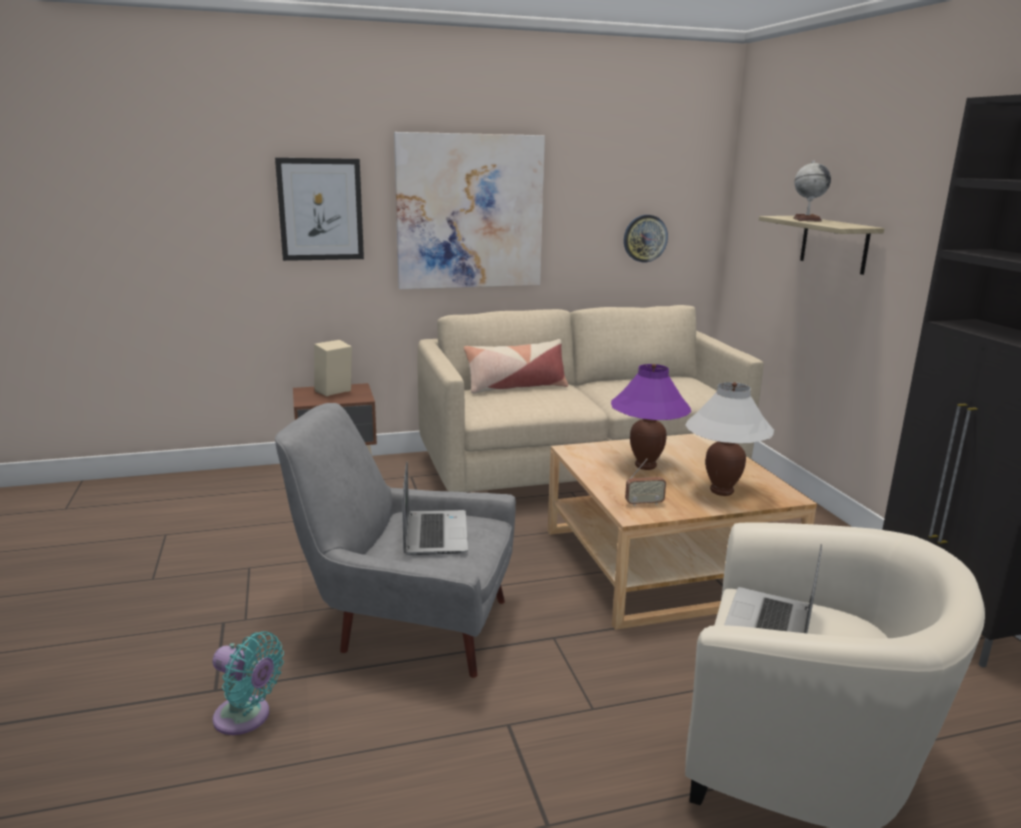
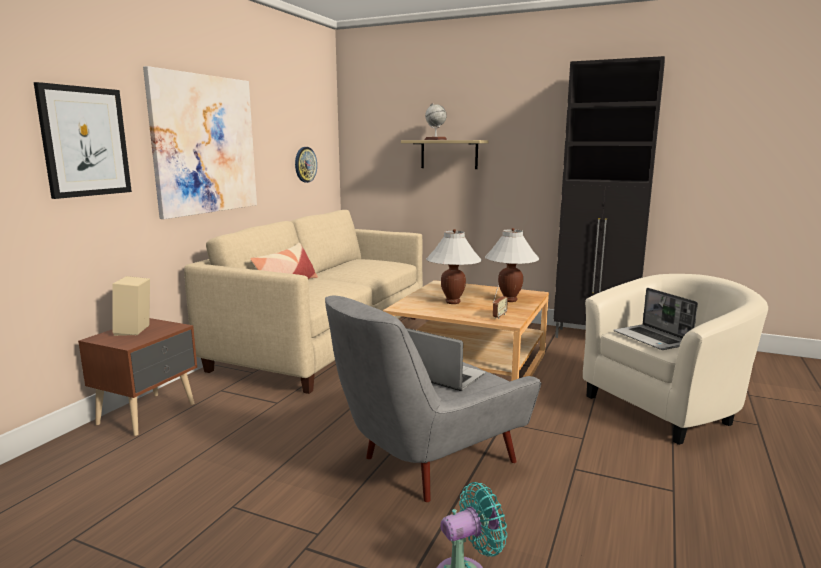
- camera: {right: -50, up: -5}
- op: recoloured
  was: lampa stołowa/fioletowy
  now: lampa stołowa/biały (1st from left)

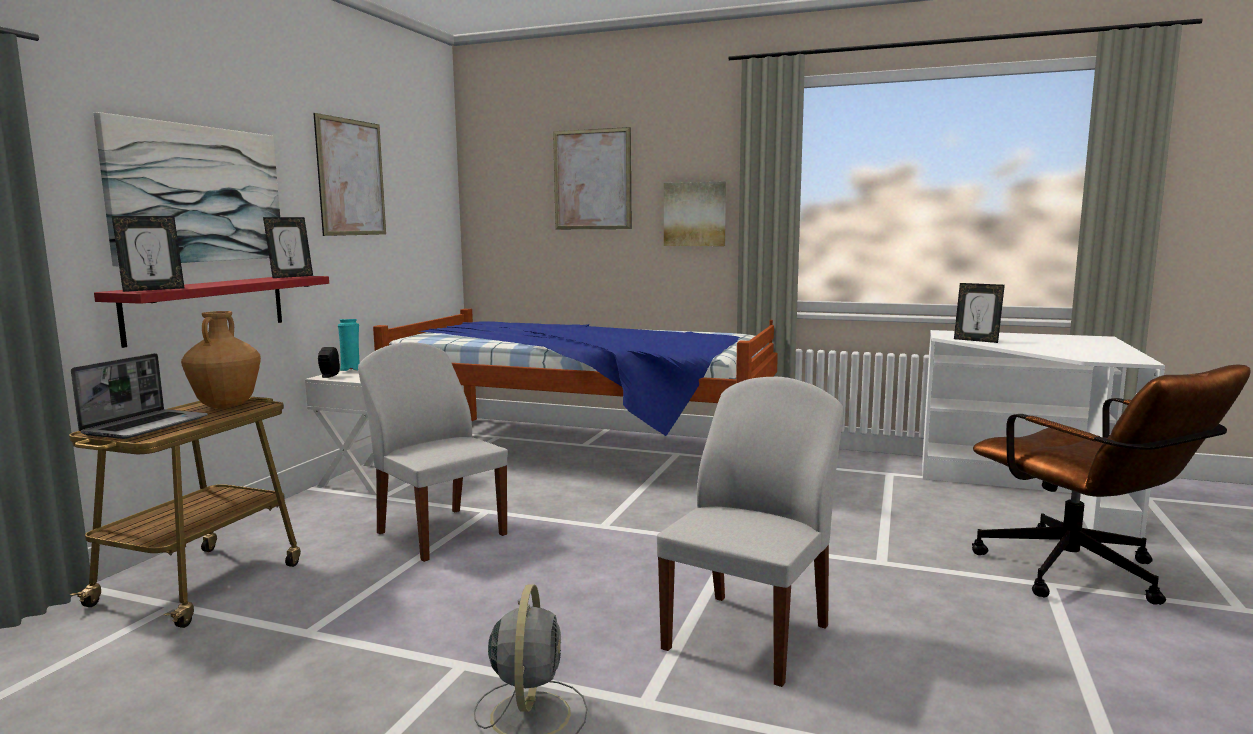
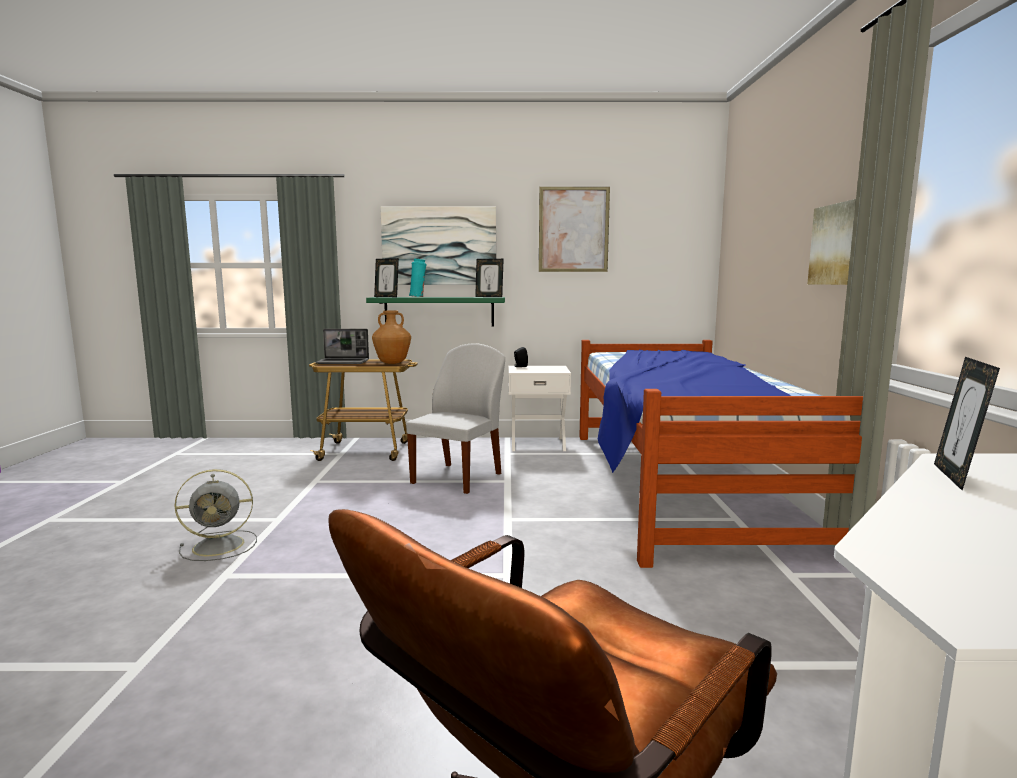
- camera: {right: 70, up: 0}
- op: removed
  was: obraz (3rd from left)
- op: removed
  was: krzesło/biały (2nd from left)
- op: moved
  was: wazon/turkusowy
- op: recoloured
  was: półka/czerwony
  now: półka/zielony

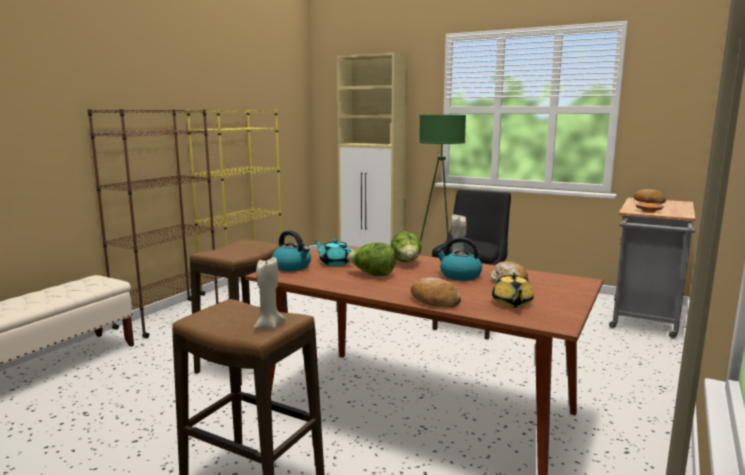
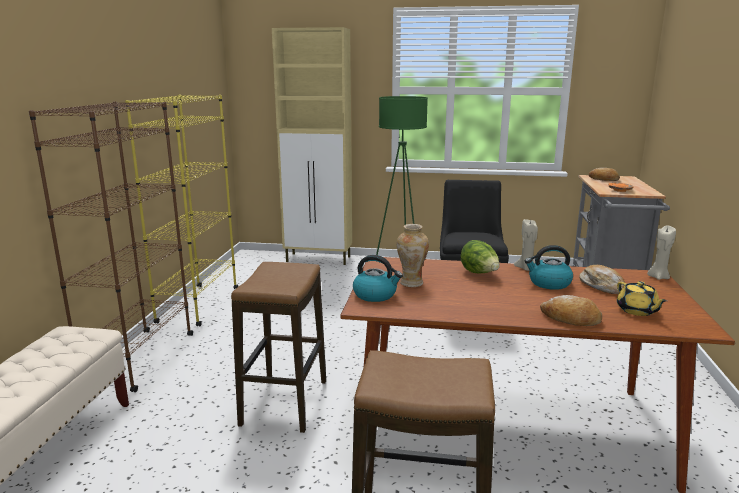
- camera: {right: -20, up: 5}
- op: removed
  was: sałata (1st from left)
- op: moved
  was: świeca/beżowy (1st from left in the first image)
  now: świeca/beżowy (2nd from left)
- op: replaced
  was: imbryk/turkusowy
  now: wazon

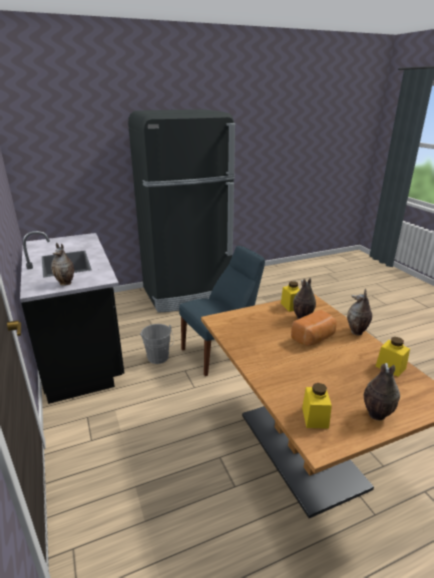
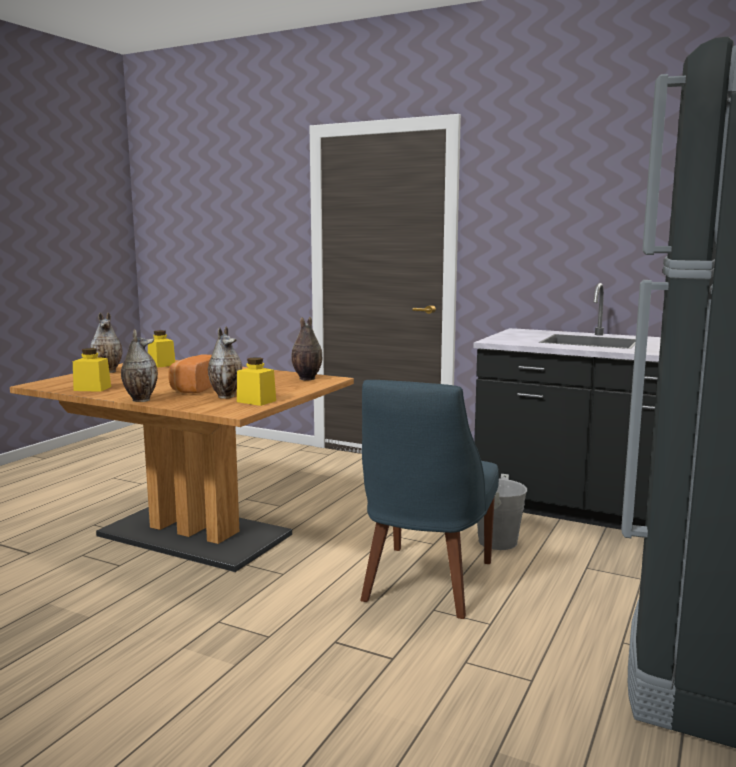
- camera: {right: 140, up: -15}
- op: moved
  was: wazon (1st from left in the first image)
  now: wazon (4th from left)

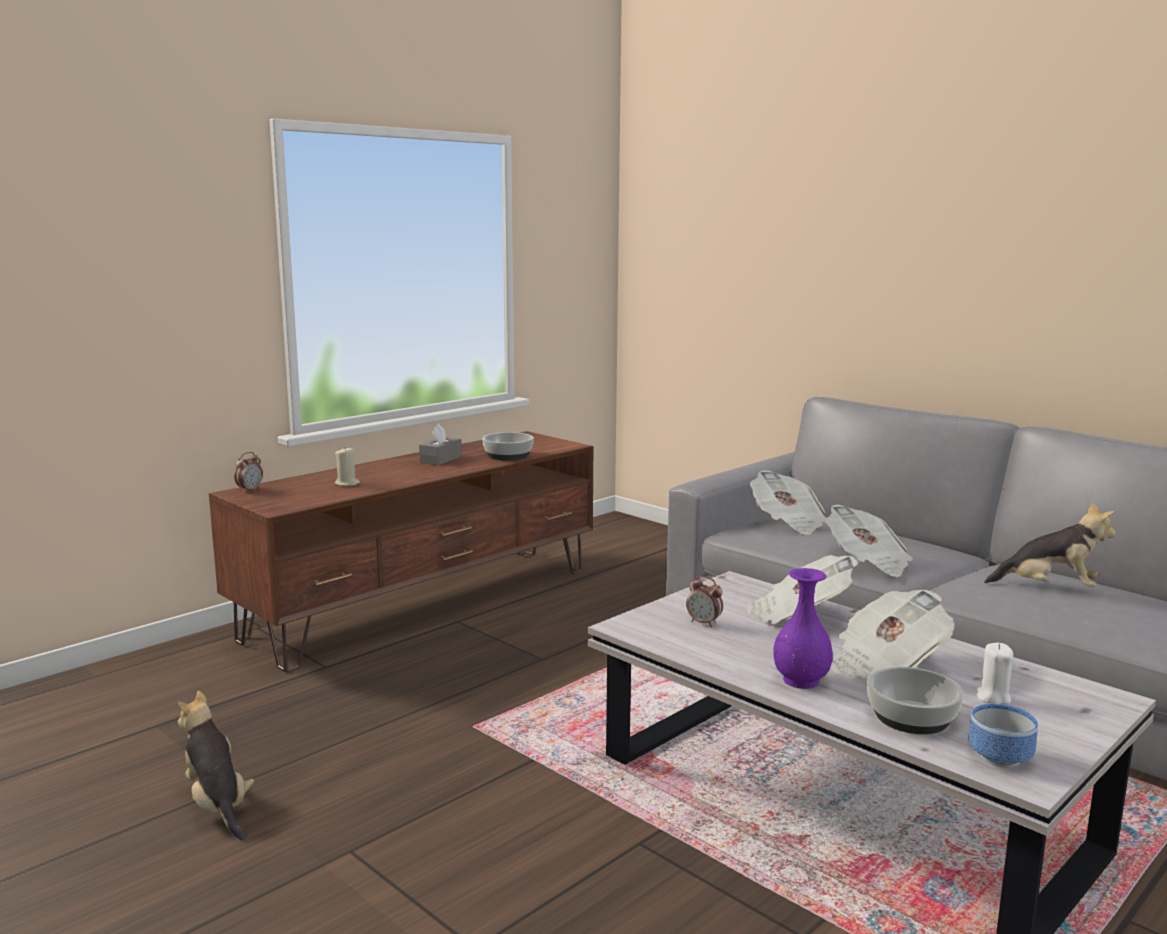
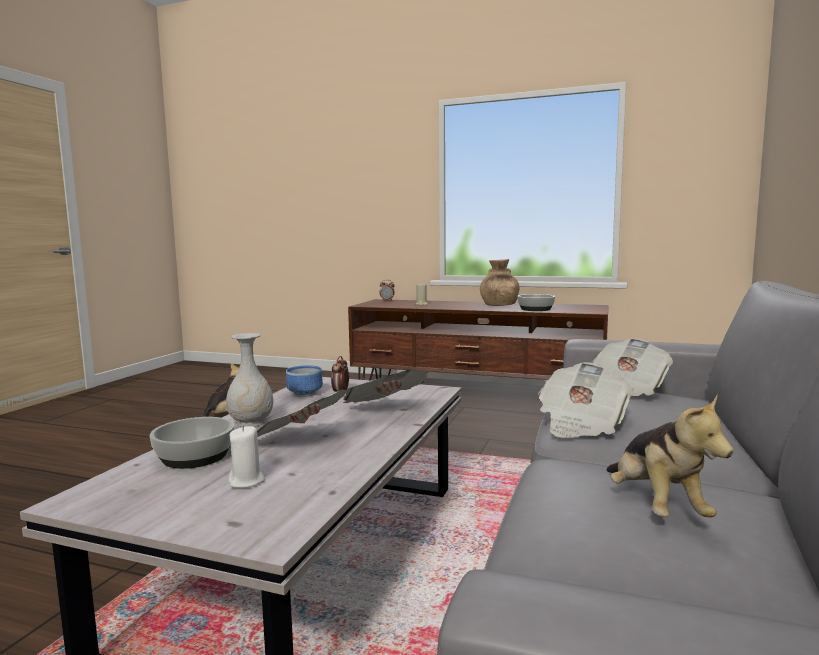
- camera: {right: 65, up: -5}
- op: moved
  was: miska (3rd from left in the first image)
  now: miska (2nd from left)
- op: replaced
  was: pudełko chusteczek/szary
  now: wazon/brązowy
- op: recoloured
  was: wazon/fioletowy
  now: wazon/biały

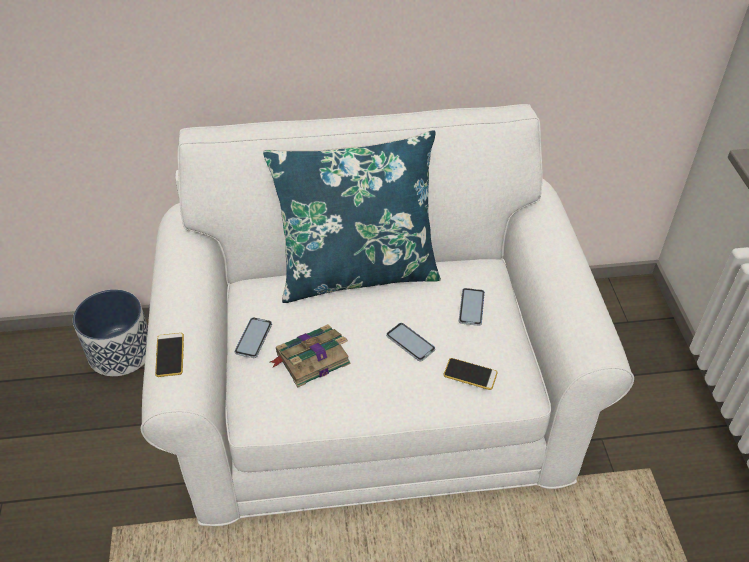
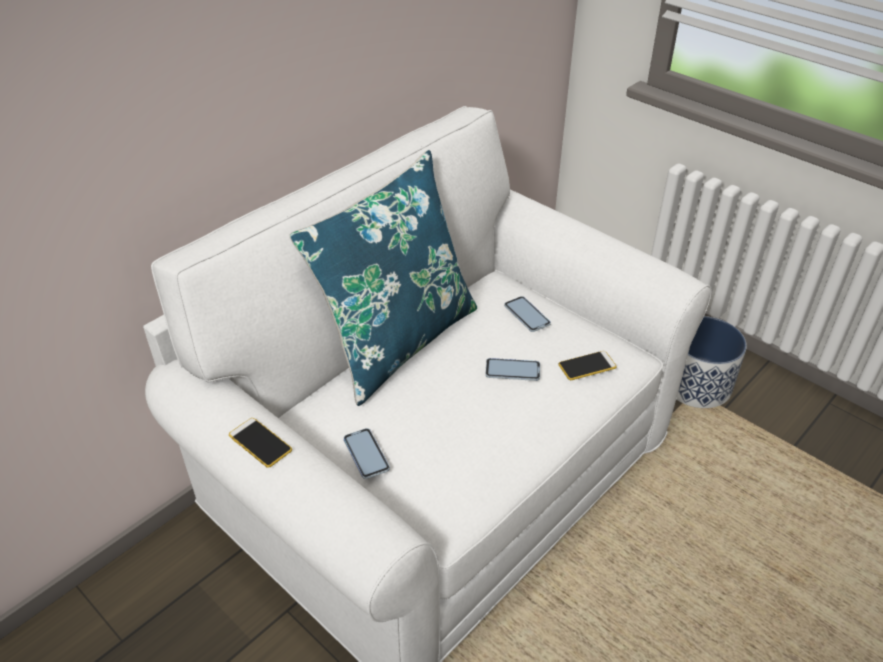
- camera: {right: -40, up: -5}
- op: removed
  was: książka
- op: moved
  was: donica
- op: moved
  was: telefon (1st from left)

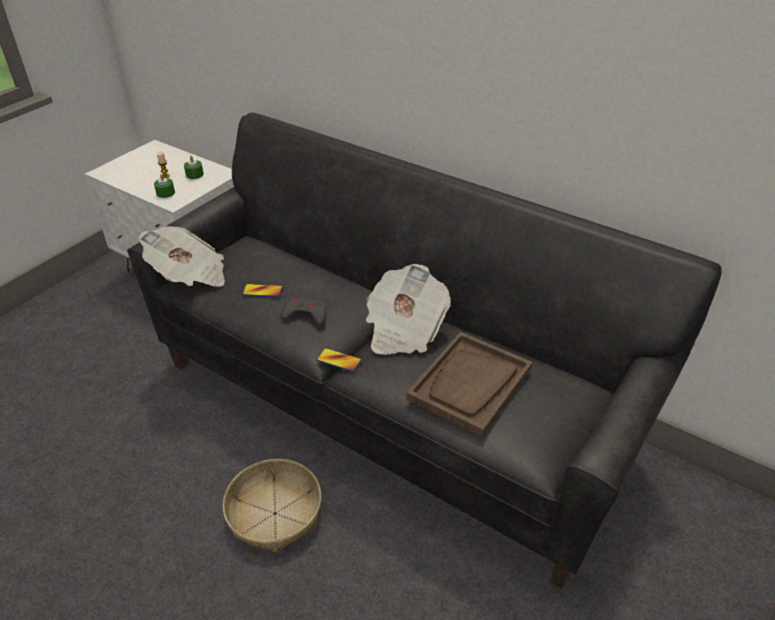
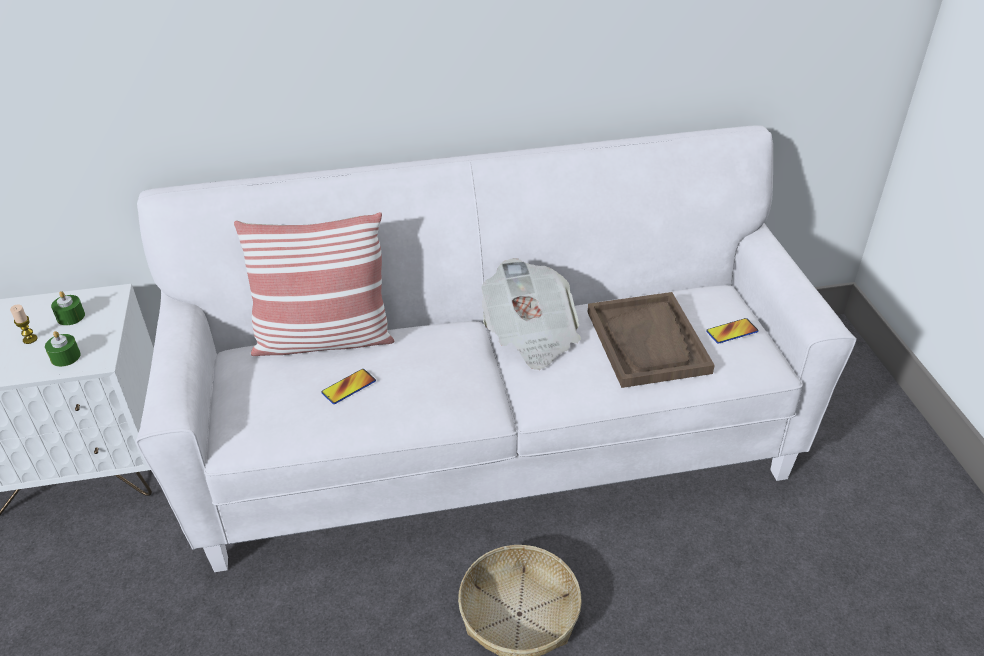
- camera: {right: -45, up: 0}
- op: removed
  was: gazeta (1st from left)
- op: removed
  was: pad do gier/szary
- op: added
  now: poduszka
- op: moved
  was: telefon (2nd from left)
- op: recoloured
  was: kanapa/czarny
  now: kanapa/biały

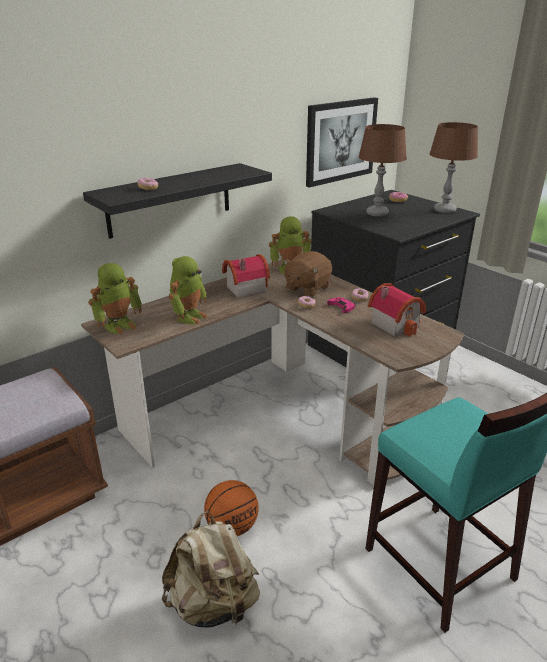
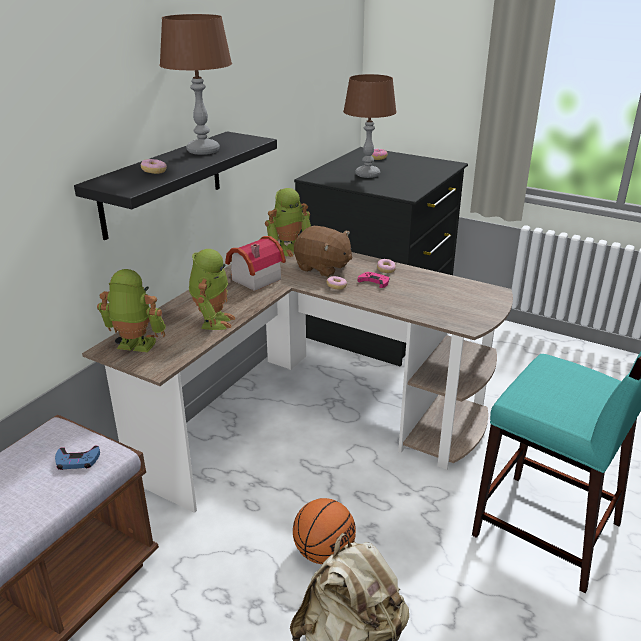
- camera: {right: -20, up: 0}
- op: removed
  was: obraz
- op: removed
  was: domek (2nd from left)
- op: added
  now: pad do gier/niebieski
- op: moved
  was: lampa stołowa/brązowy (2nd from left in the first image)
  now: lampa stołowa/brązowy (1st from left)
- op: turned
  was: robot zabawkowy (1st from left)
  clockwise: -105
- op: turned
  was: pluszak/brązowy
  clockwise: -75

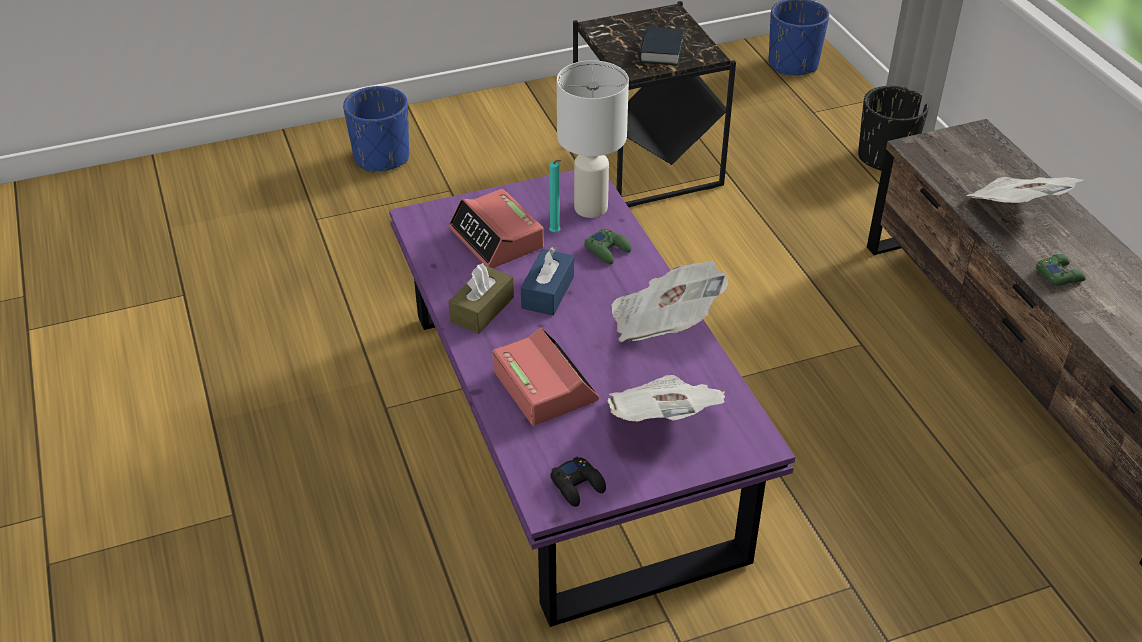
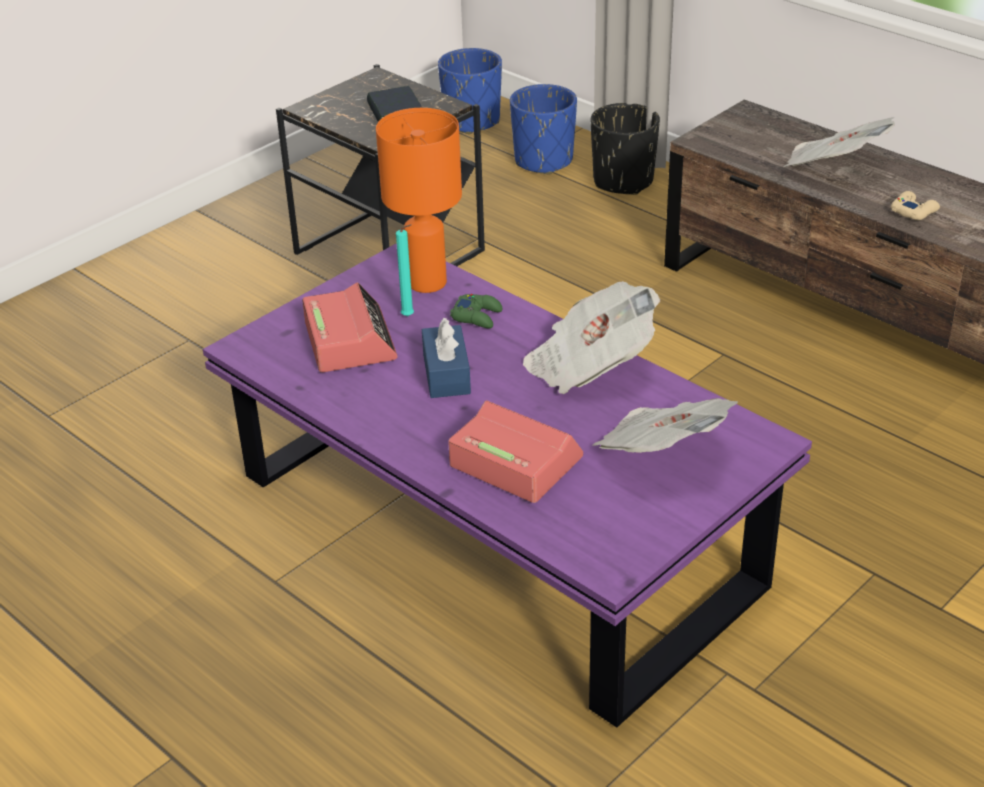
- camera: {right: -25, up: -5}
- op: removed
  was: pudełko chusteczek/brązowy
- op: removed
  was: pad do gier/czarny
- op: moved
  was: donica/niebieski (1st from left in the first image)
  now: donica/niebieski (2nd from left)
- op: recoloured
  was: lampa stołowa/biały
  now: lampa stołowa/pomarańczowy
- op: recoloured
  was: pad do gier/zielony (2nd from left)
  now: pad do gier/beżowy
- op: turned
  was: budzik (1st from left)
  clockwise: -135

